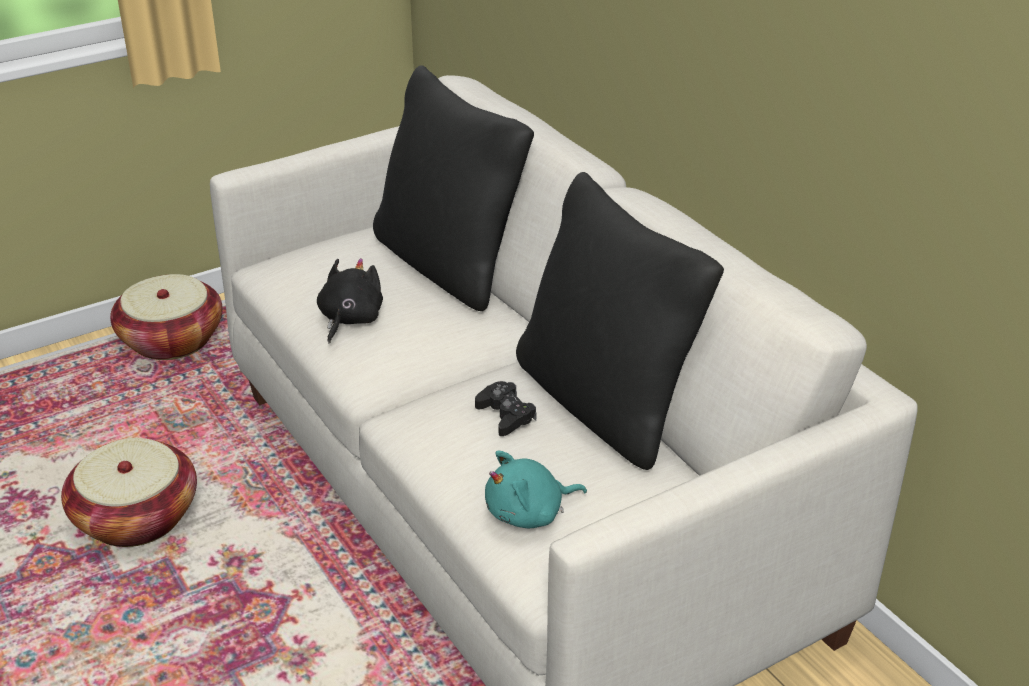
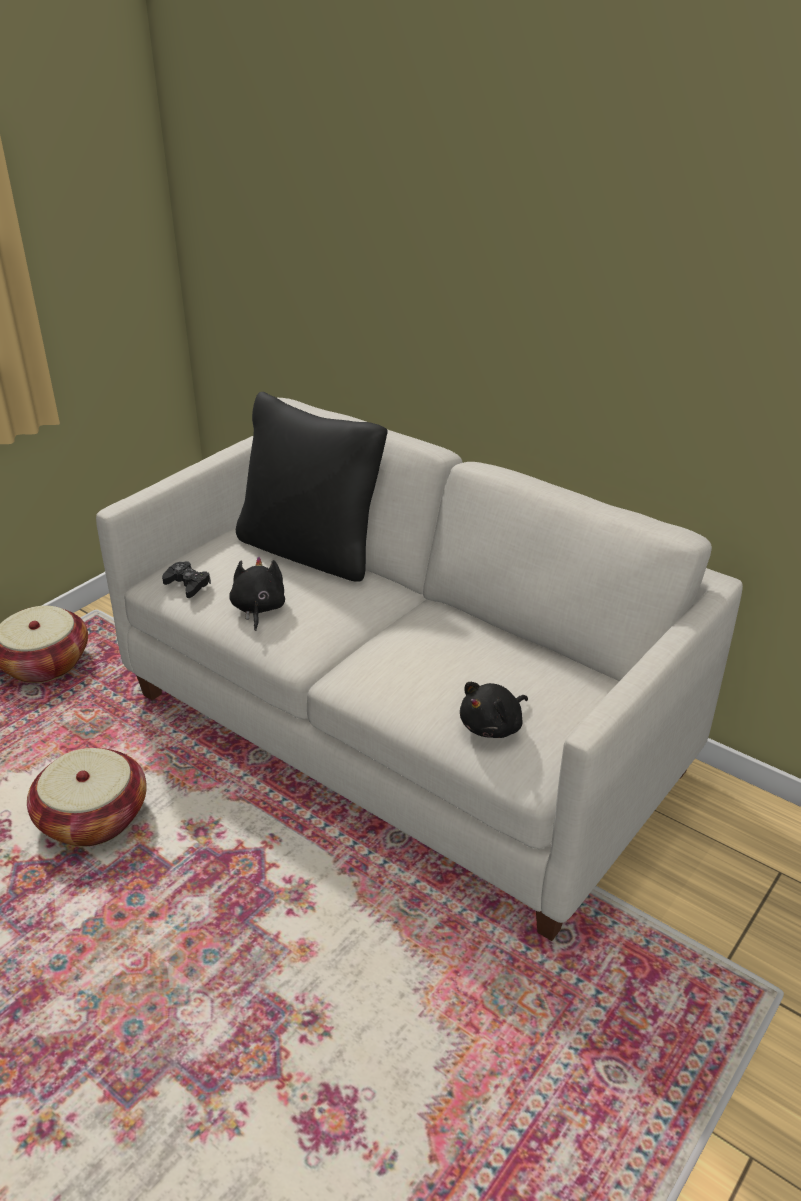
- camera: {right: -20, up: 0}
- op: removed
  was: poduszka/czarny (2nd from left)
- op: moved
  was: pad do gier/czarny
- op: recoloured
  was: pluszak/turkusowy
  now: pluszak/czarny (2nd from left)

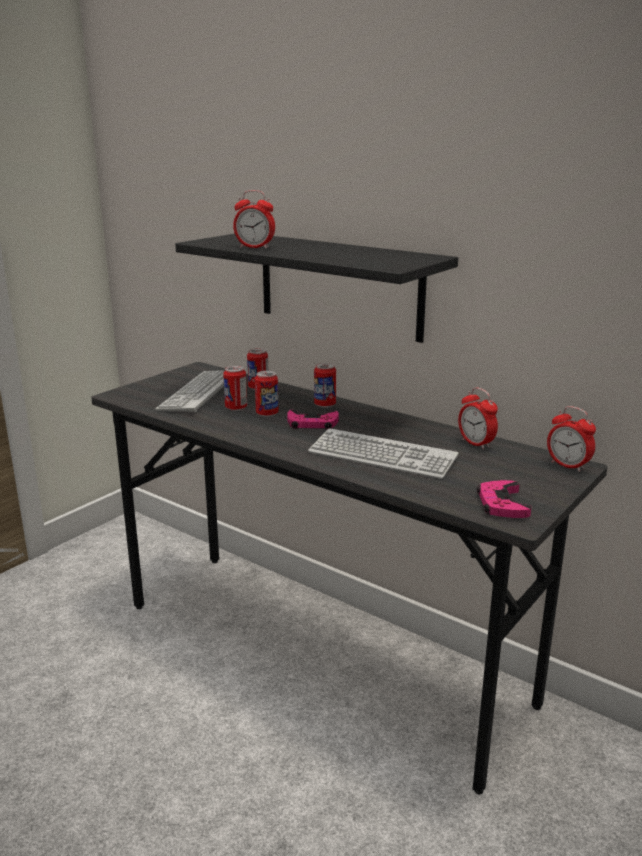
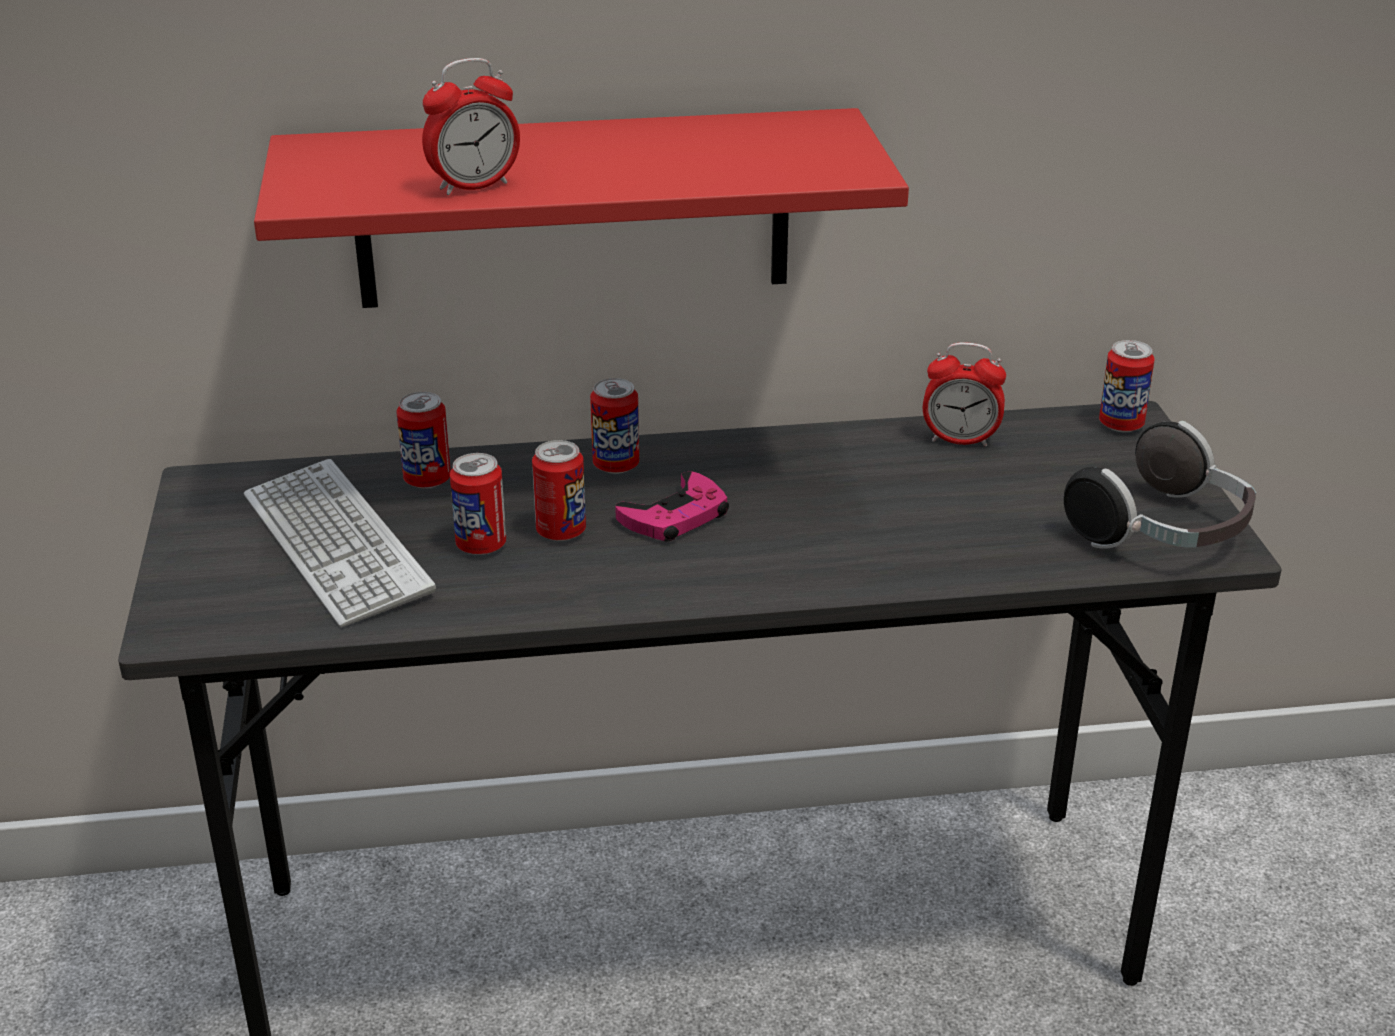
- camera: {right: -45, up: 10}
- op: removed
  was: klawiatura (2nd from left)
- op: replaced
  was: pad do gier/różowy (2nd from left)
  now: słuchawki
- op: replaced
  was: budzik (3rd from left)
  now: puszka (5th from left)
- op: recoloured
  was: półka/czarny
  now: półka/czerwony

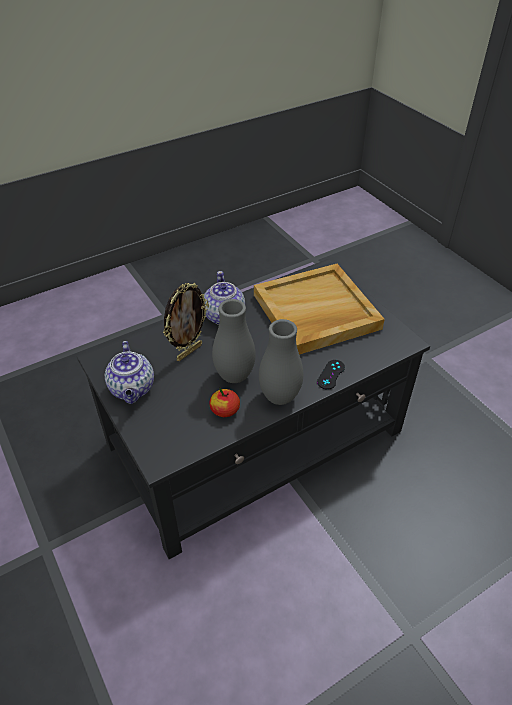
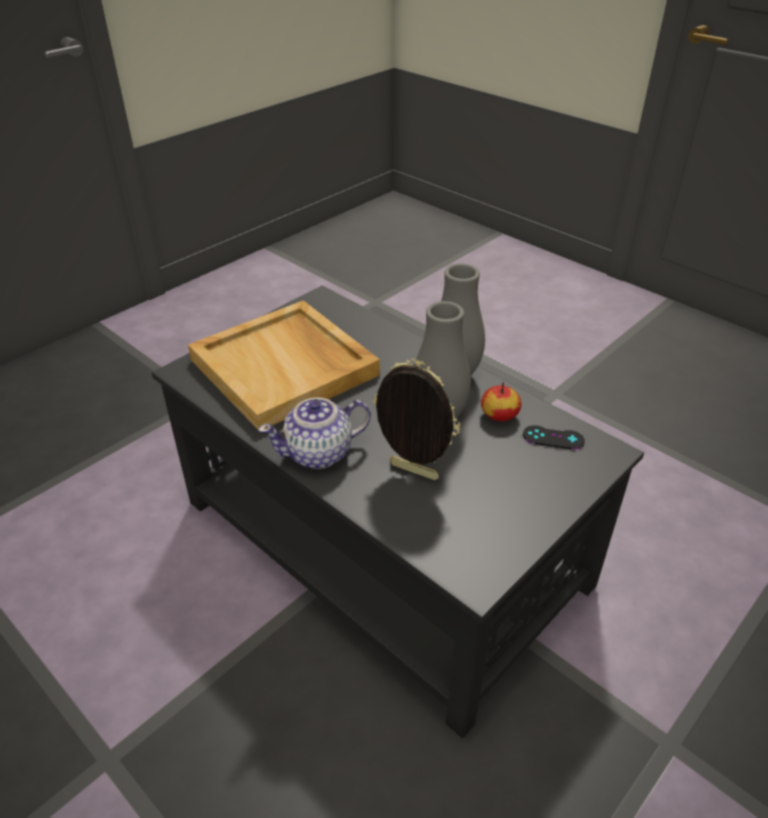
- camera: {right: -105, up: -5}
- op: removed
  was: imbryk (1st from left)
- op: moved
  was: pad do gier/czarny

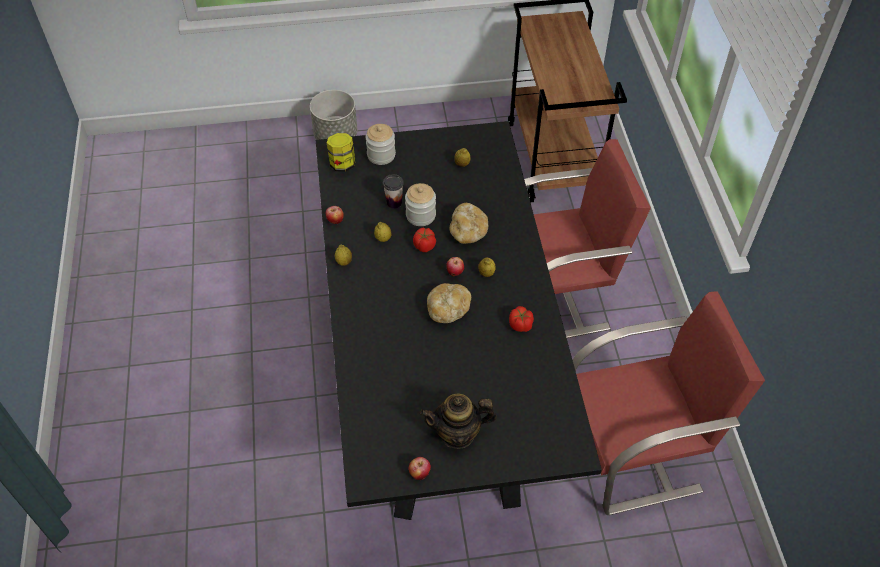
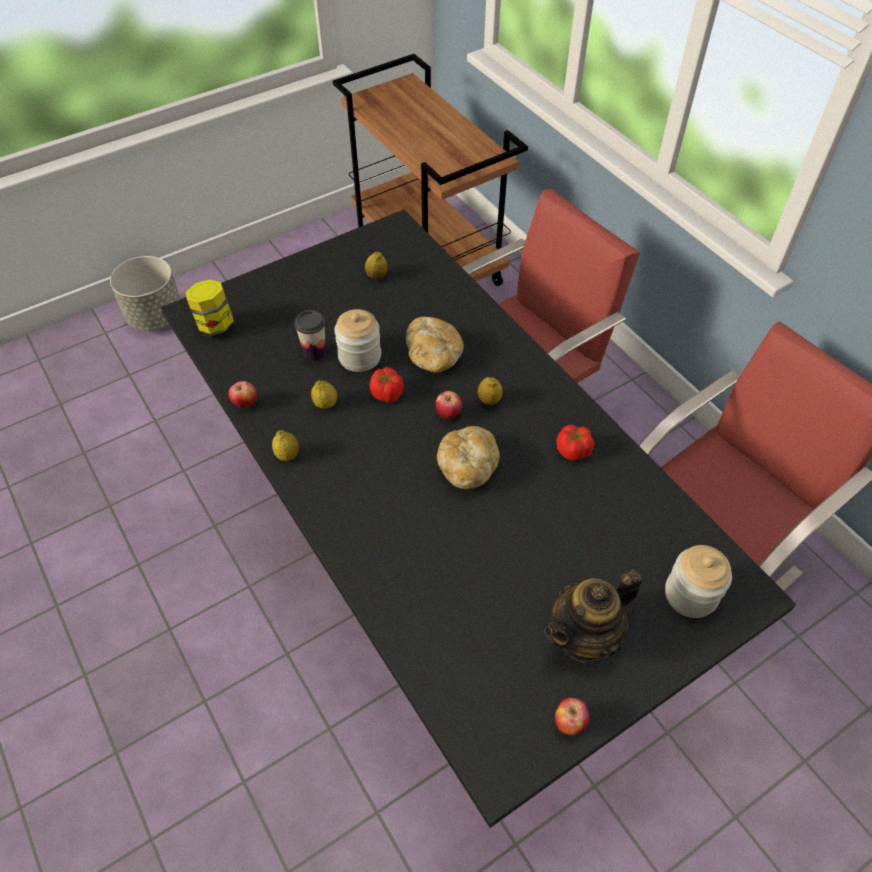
- camera: {right: -25, up: 0}
- op: moved
  was: słoik (2nd from left in the first image)
  now: słoik (3rd from left)

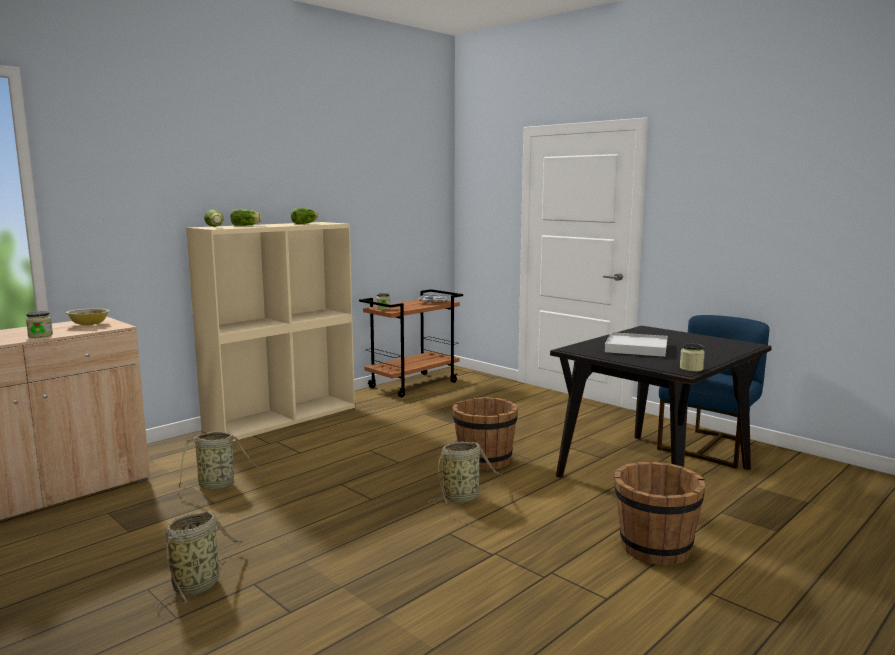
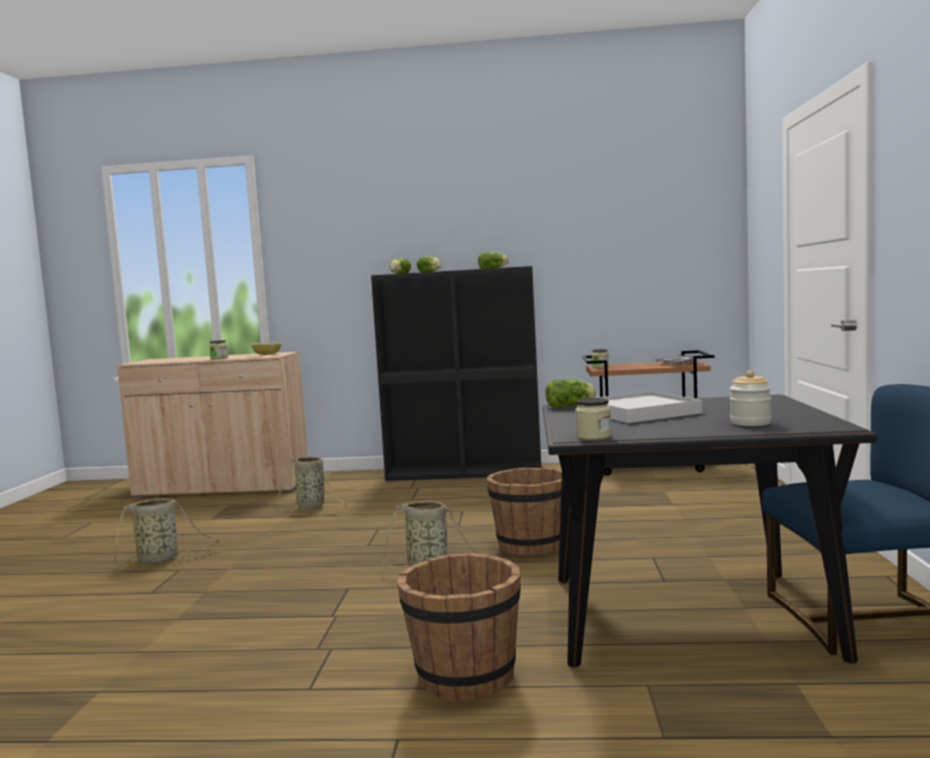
- camera: {right: 50, up: -5}
- op: added
  now: sałata (4th from left)
- op: added
  now: słoik (4th from left)
- op: recoloured
  was: regał/beżowy
  now: regał/czarny

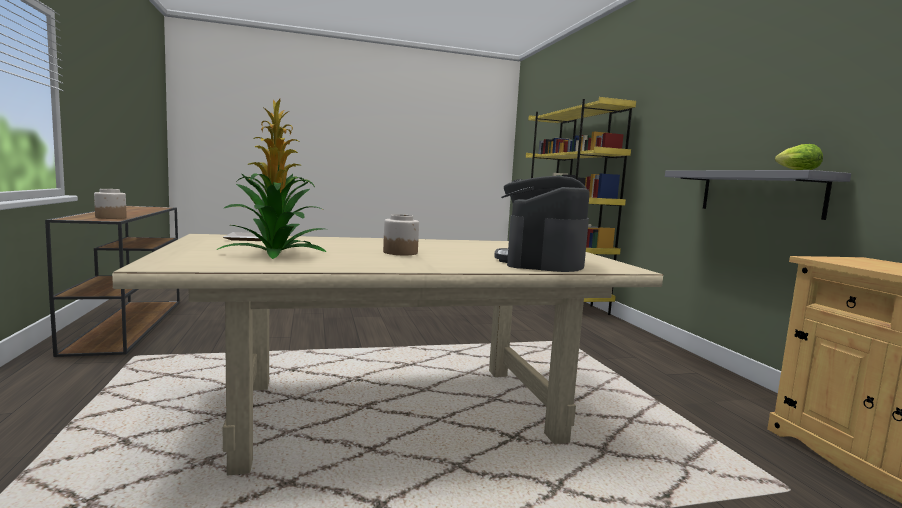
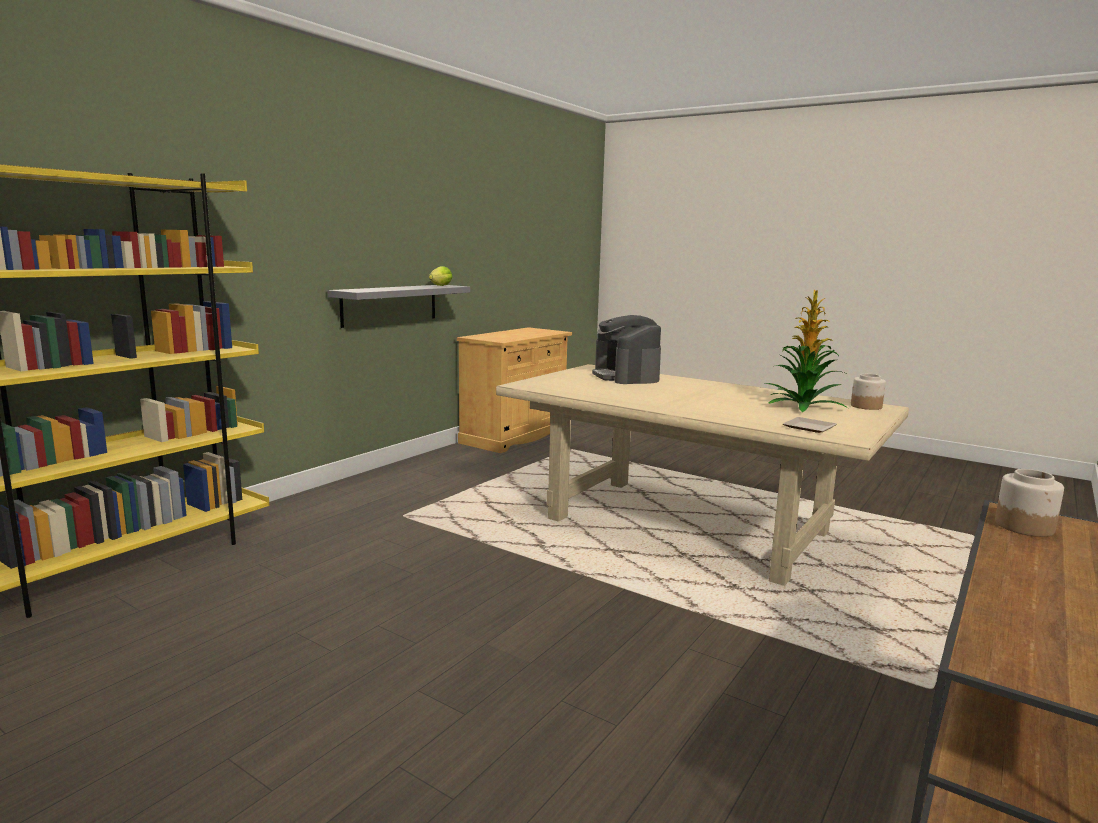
- camera: {right: -130, up: 5}
- op: moved
  was: słoik (2nd from left in the first image)
  now: słoik (1st from left)
- op: turned
  was: ekspres do kawy
  clockwise: 105

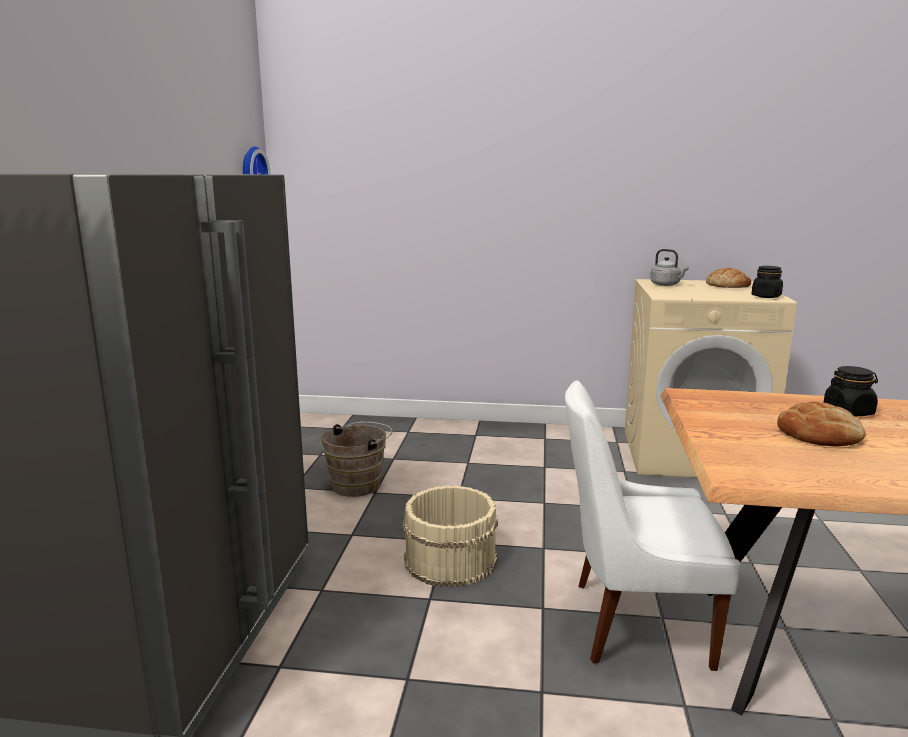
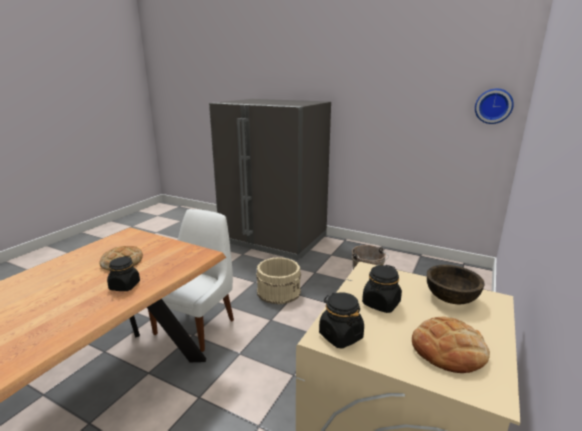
- camera: {right: 110, up: 5}
- op: added
  now: słoik/czarny (3rd from left)
- op: replaced
  was: czajnik/szary
  now: miska/brązowy

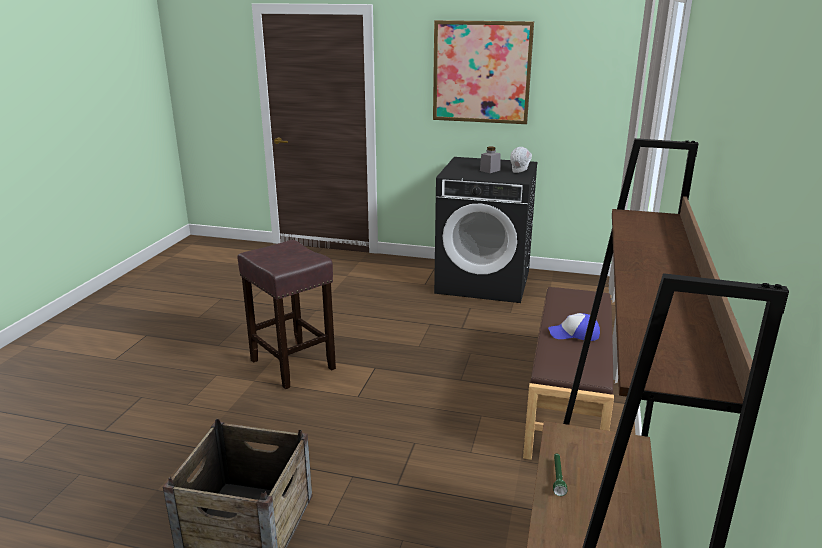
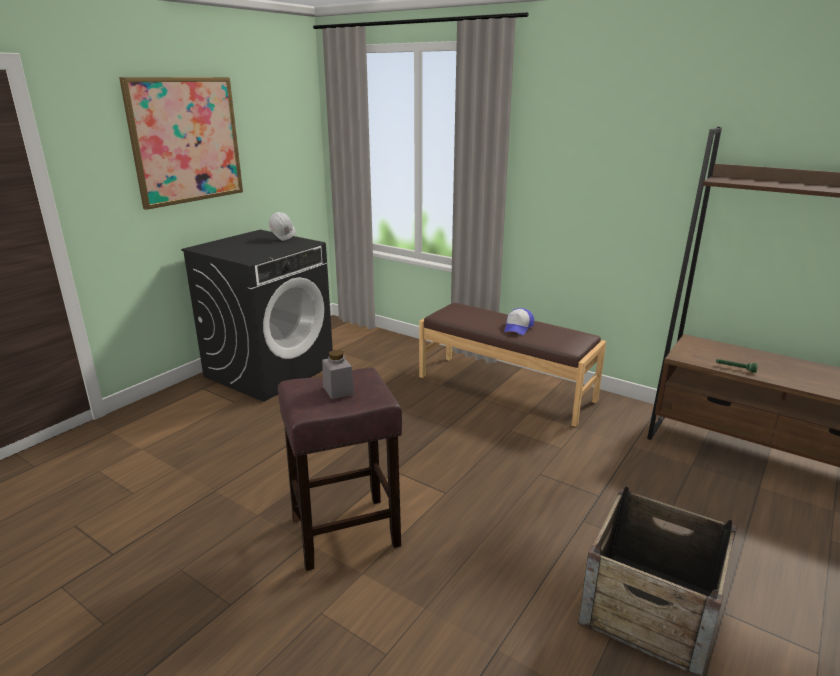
- camera: {right: -70, up: 0}
- op: moved
  was: słoik/szary

